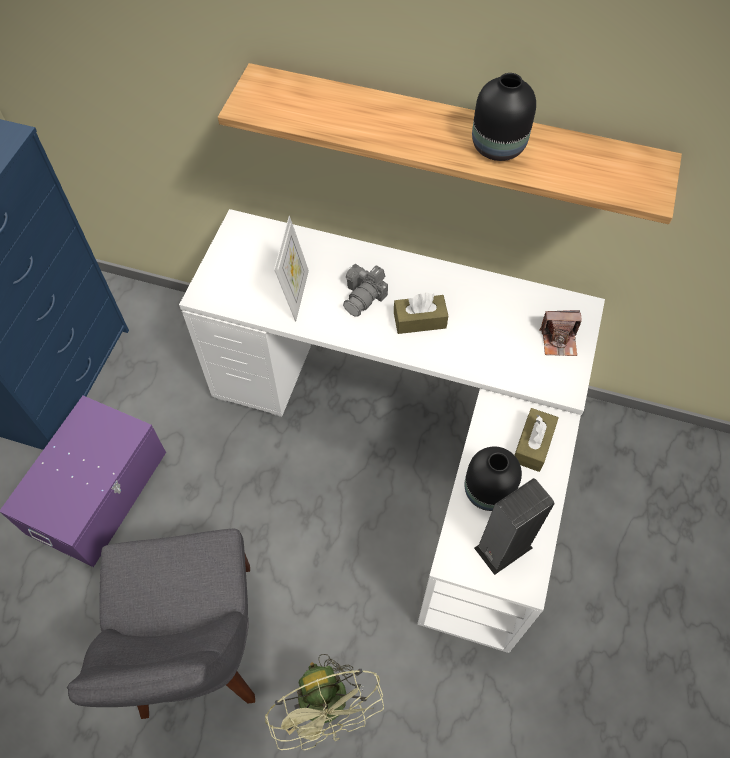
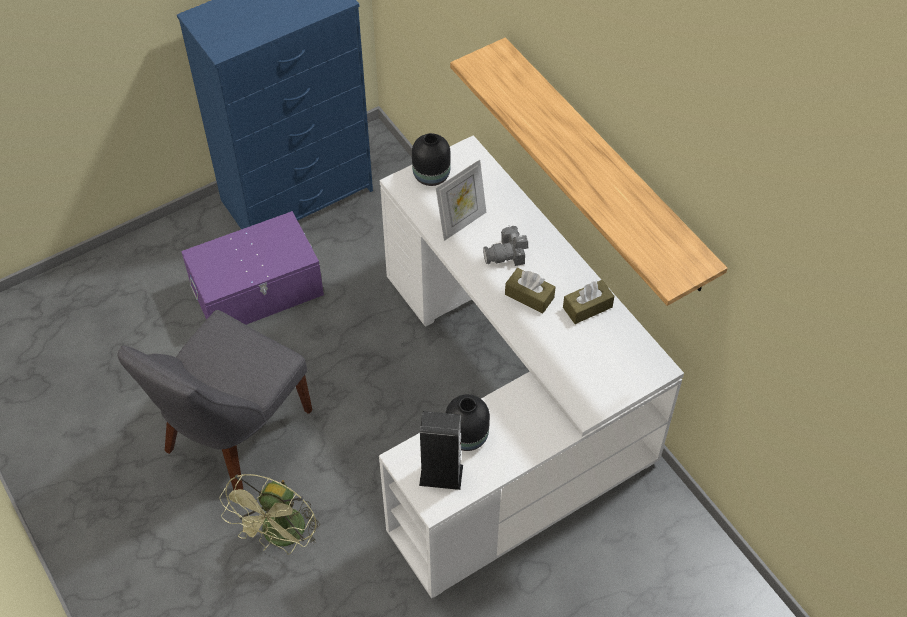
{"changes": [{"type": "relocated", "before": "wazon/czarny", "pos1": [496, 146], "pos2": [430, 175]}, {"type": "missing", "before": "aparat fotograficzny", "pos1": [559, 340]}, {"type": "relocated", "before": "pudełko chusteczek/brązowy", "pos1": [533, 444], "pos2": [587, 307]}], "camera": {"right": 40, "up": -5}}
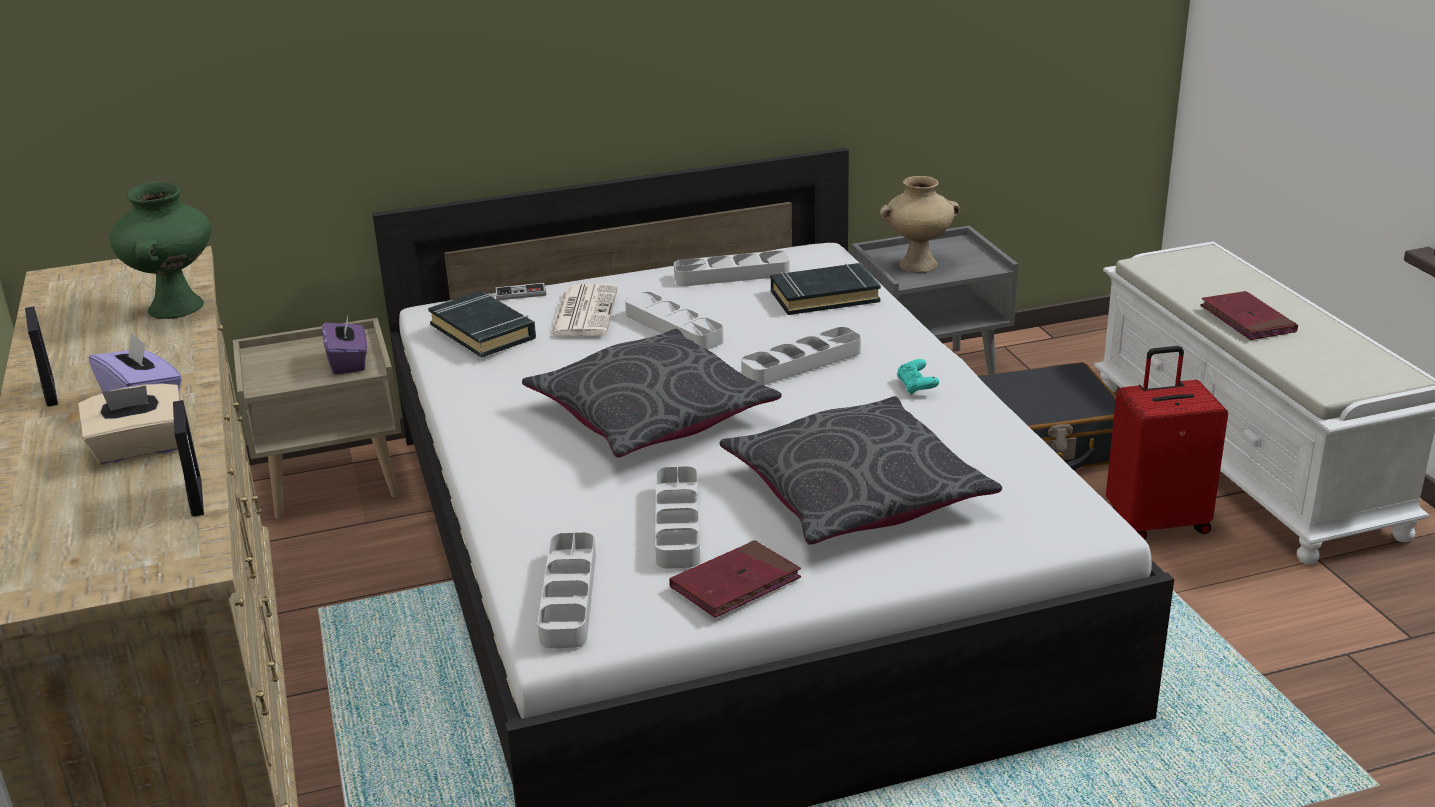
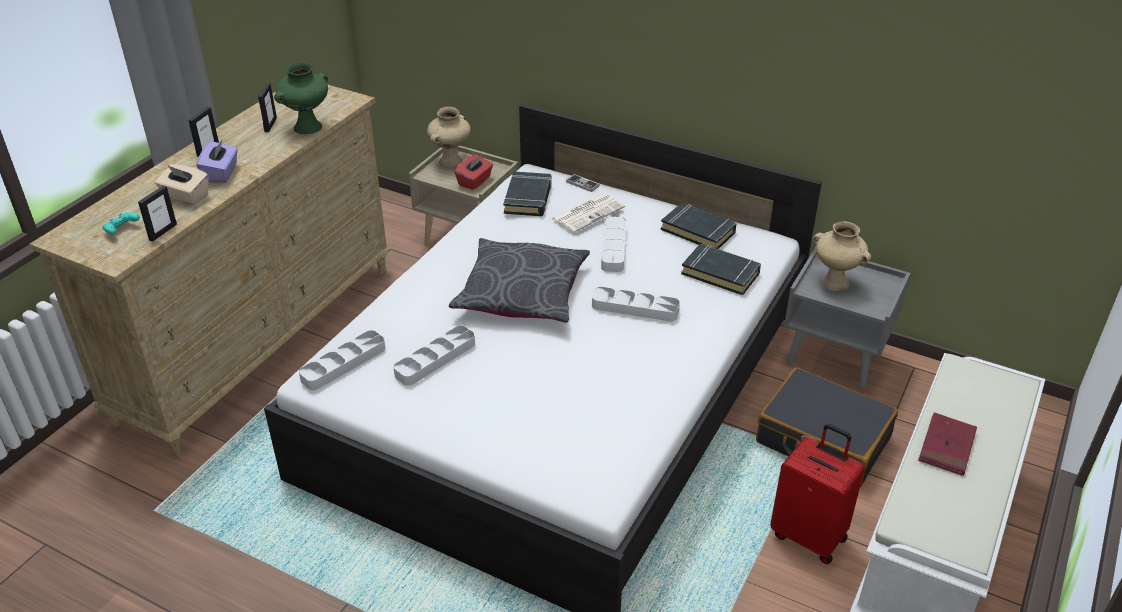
{"changes": [{"type": "exchanged", "before": "taca/szary", "after": "książka/czarny", "pos1": [732, 275], "pos2": [698, 231]}, {"type": "colour", "before": "pudełko chusteczek/fioletowy", "after": "pudełko chusteczek/czerwony", "pos1": [348, 362], "pos2": [475, 181]}, {"type": "relocated", "before": "pad do gier/turkusowy", "pos1": [916, 387], "pos2": [122, 230]}, {"type": "missing", "before": "poduszka/szary", "pos1": [855, 493]}, {"type": "missing", "before": "książka/czerwony", "pos1": [735, 584]}, {"type": "appeared", "after": "ramka na zdjęcie", "pos2": [270, 125]}, {"type": "appeared", "after": "wazon/beżowy", "pos2": [451, 162]}], "camera": {"right": 45, "up": 10}}
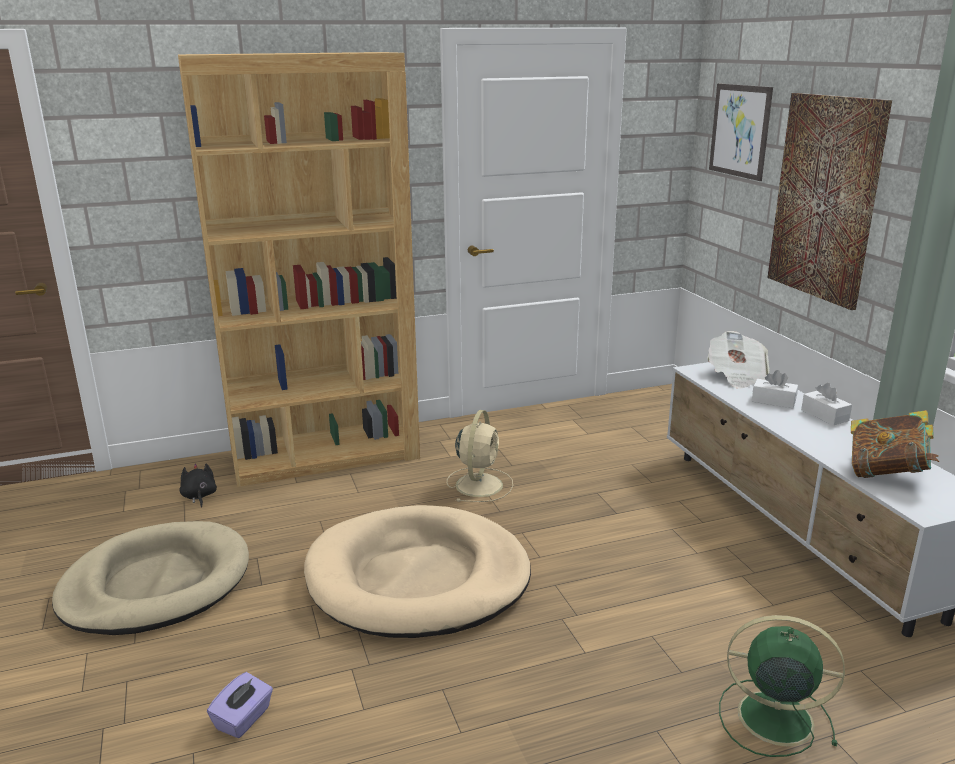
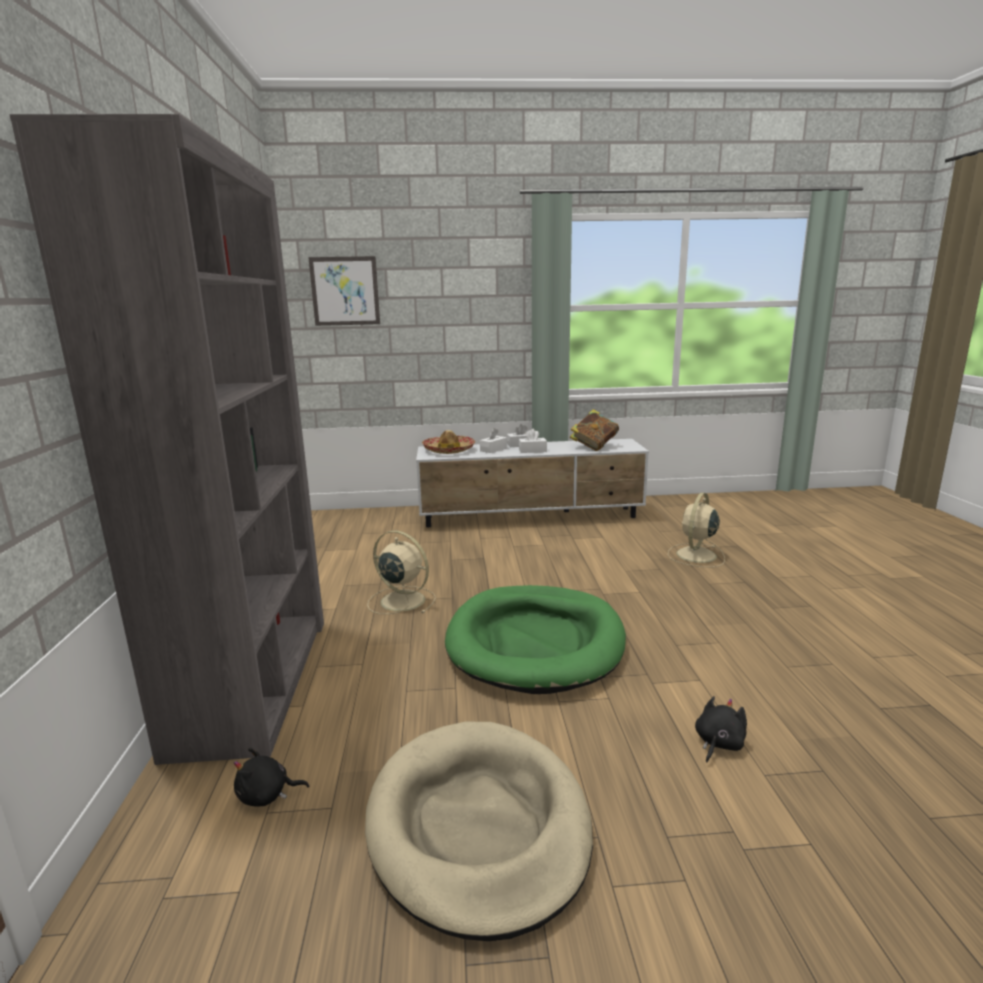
{"changes": [{"type": "colour", "before": "regał/brązowy", "after": "regał/szary", "pos1": [326, 455], "pos2": [254, 681]}, {"type": "missing", "before": "obraz", "pos1": [825, 198]}, {"type": "exchanged", "before": "gazeta", "after": "kapelusz", "pos1": [736, 376], "pos2": [448, 450]}, {"type": "colour", "before": "legowisko/beżowy", "after": "legowisko/zielony", "pos1": [418, 578], "pos2": [535, 642]}, {"type": "colour", "before": "wentylator/zielony", "after": "wentylator/beżowy", "pos1": [771, 717], "pos2": [695, 555]}, {"type": "exchanged", "before": "pudełko chusteczek/fioletowy", "after": "pluszak/czarny", "pos1": [243, 719], "pos2": [718, 743]}, {"type": "appeared", "after": "pudełko chusteczek/biały", "pos2": [532, 451]}], "camera": {"right": -75, "up": -5}}
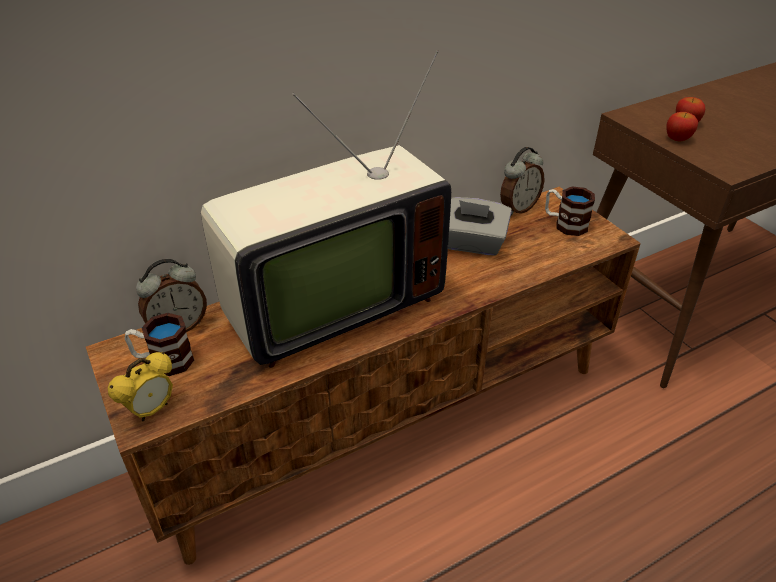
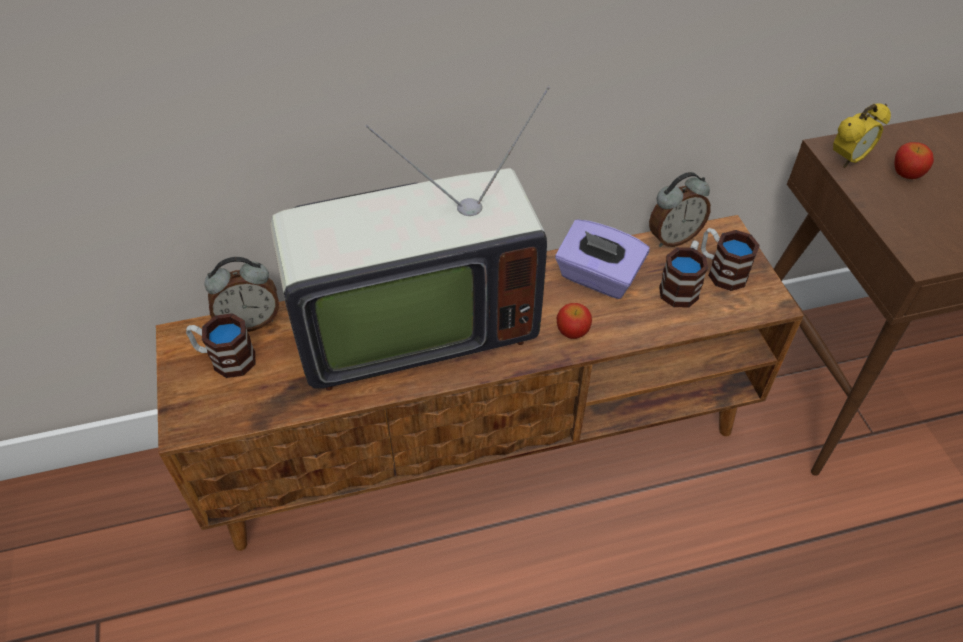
{"changes": [{"type": "relocated", "before": "jabłko", "pos1": [677, 138], "pos2": [572, 332]}, {"type": "colour", "before": "pudełko chusteczek/szary", "after": "pudełko chusteczek/fioletowy", "pos1": [471, 244], "pos2": [597, 277]}, {"type": "relocated", "before": "budzik", "pos1": [152, 410], "pos2": [848, 160]}, {"type": "appeared", "after": "kubek", "pos2": [681, 286]}], "camera": {"right": 15, "up": 10}}
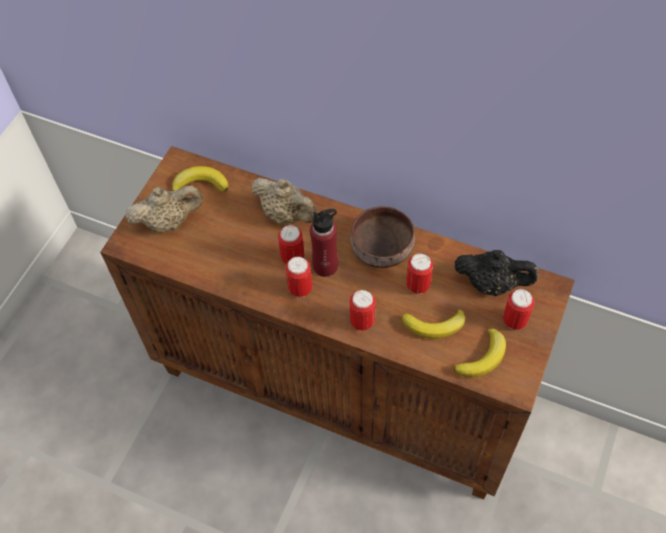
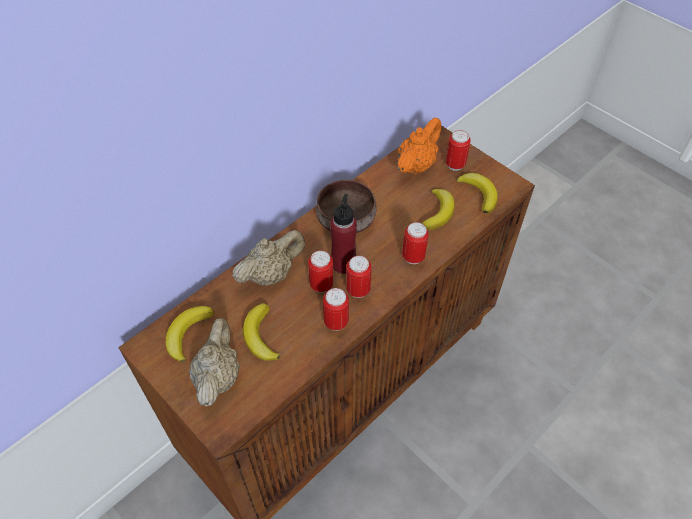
{"changes": [{"type": "colour", "before": "imbryk/czarny", "after": "imbryk/pomarańczowy", "pos1": [492, 284], "pos2": [416, 165]}, {"type": "relocated", "before": "puszka", "pos1": [418, 285], "pos2": [336, 322]}, {"type": "appeared", "after": "banan", "pos2": [260, 336]}], "camera": {"right": -70, "up": -5}}
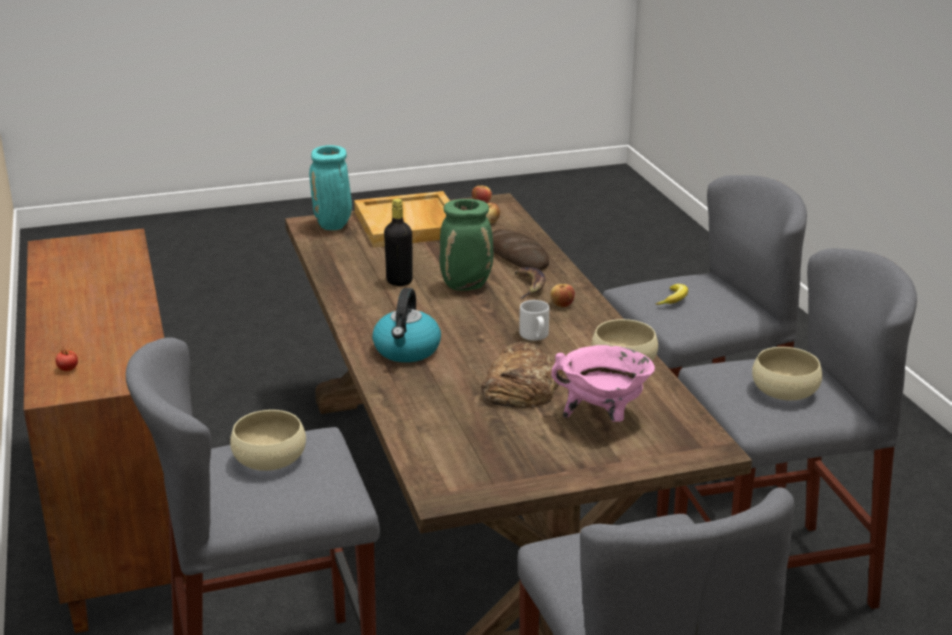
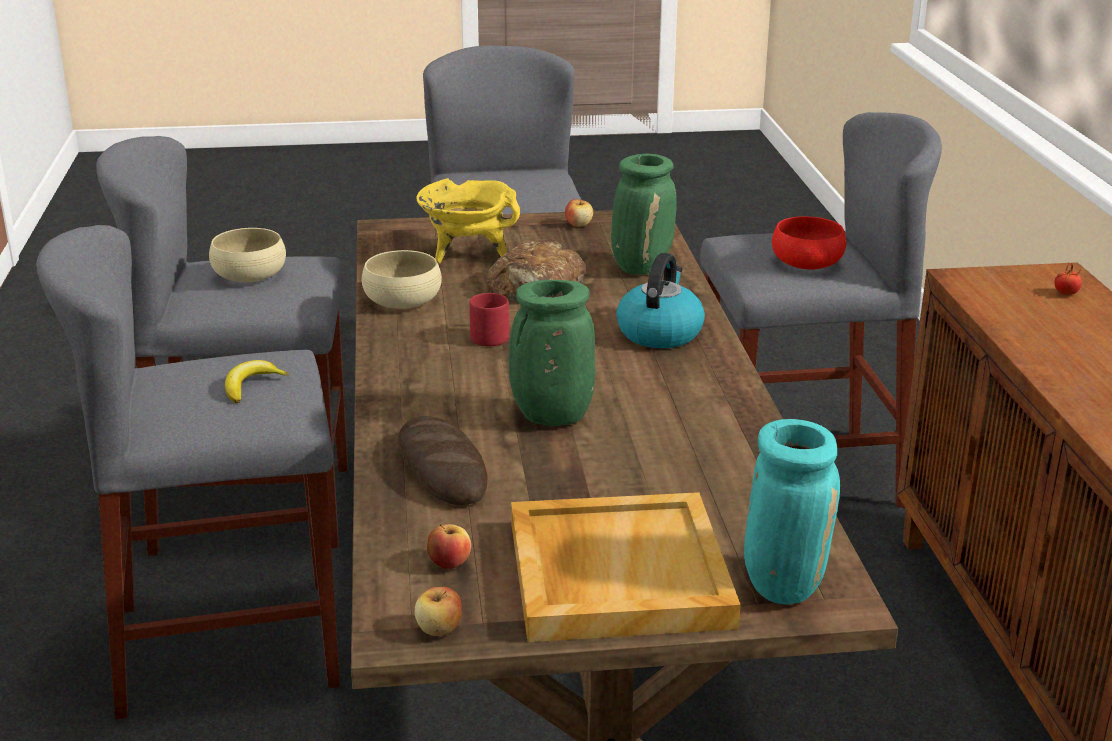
{"changes": [{"type": "missing", "before": "butelka/czarny", "pos1": [399, 281]}, {"type": "missing", "before": "banan", "pos1": [529, 286]}, {"type": "relocated", "before": "jabłko", "pos1": [562, 305], "pos2": [579, 225]}, {"type": "colour", "before": "kubek/szary", "after": "kubek/czerwony", "pos1": [535, 336], "pos2": [489, 336]}, {"type": "colour", "before": "garnek/różowy", "after": "garnek/żółty", "pos1": [603, 418], "pos2": [467, 254]}, {"type": "colour", "before": "miska/beżowy", "after": "miska/czerwony", "pos1": [269, 459], "pos2": [807, 262]}, {"type": "appeared", "after": "wazon/zielony", "pos2": [641, 267]}], "camera": {"right": -170, "up": 0}}
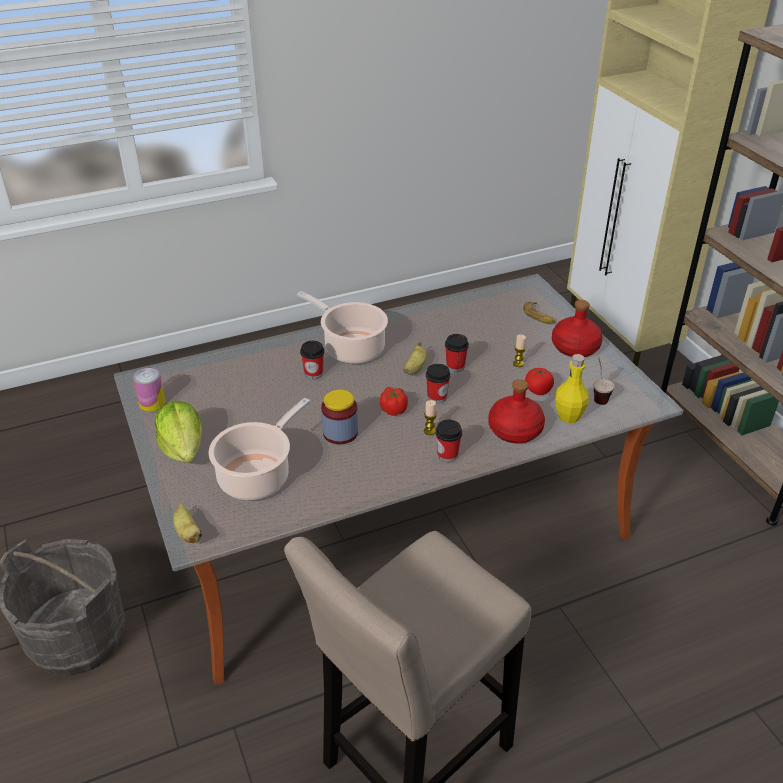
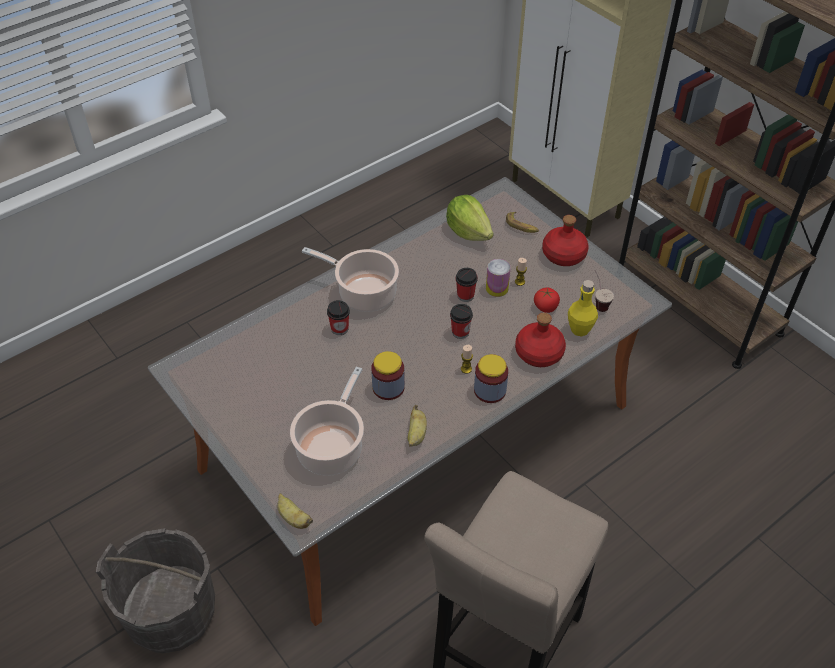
{"changes": [{"type": "relocated", "before": "banan", "pos1": [415, 369], "pos2": [416, 434]}, {"type": "relocated", "before": "puszka", "pos1": [152, 403], "pos2": [497, 288]}, {"type": "missing", "before": "pomidor", "pos1": [393, 409]}, {"type": "relocated", "before": "sałata", "pos1": [183, 448], "pos2": [468, 231]}, {"type": "exchanged", "before": "filiżanka", "after": "słoik", "pos1": [447, 455], "pos2": [490, 390]}], "camera": {"right": -15, "up": 10}}
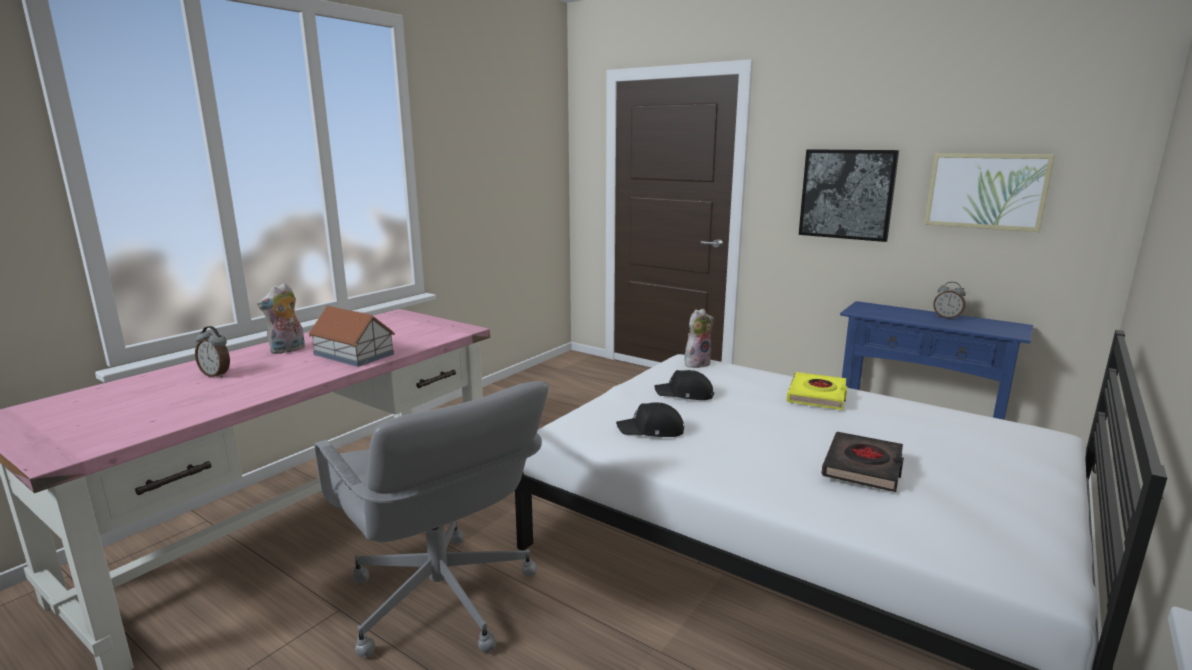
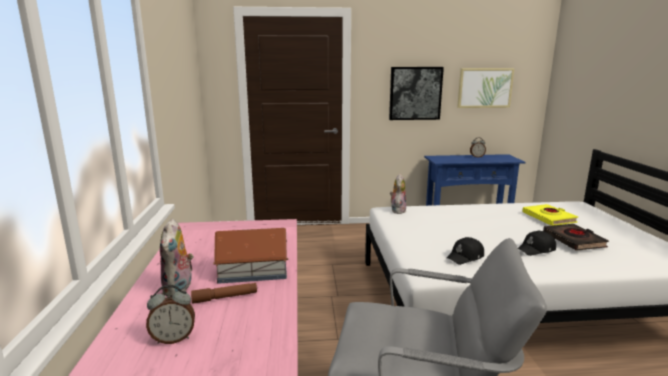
{"changes": [{"type": "relocated", "before": "czapka z daszkiem/czarny", "pos1": [685, 394], "pos2": [536, 249]}, {"type": "relocated", "before": "książka/żółty", "pos1": [817, 395], "pos2": [549, 218]}, {"type": "appeared", "after": "latarka/brązowy", "pos2": [225, 297]}], "camera": {"right": -40, "up": 0}}
